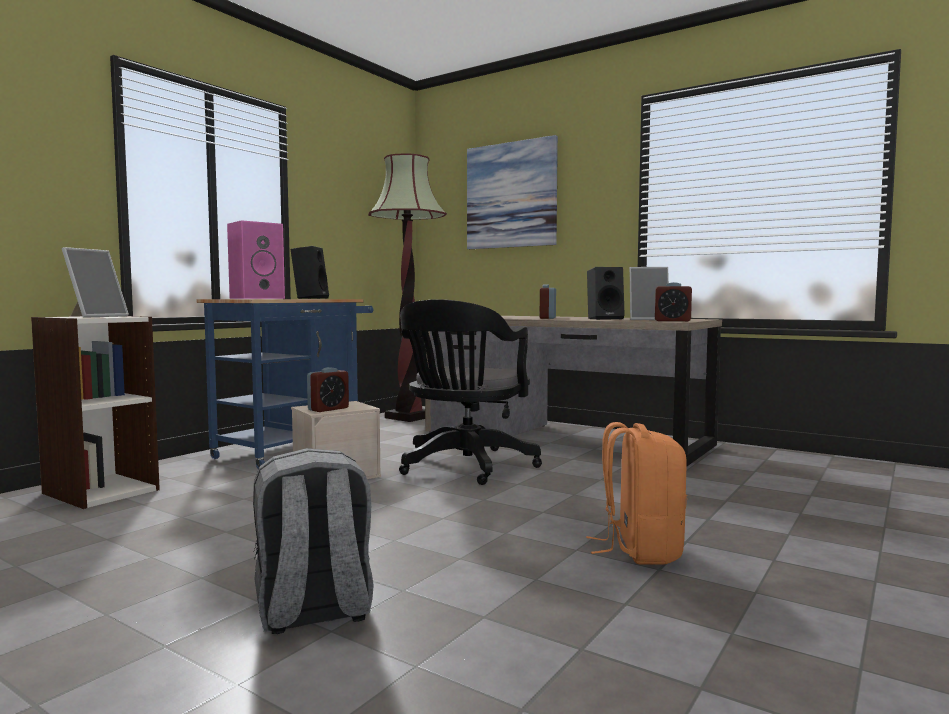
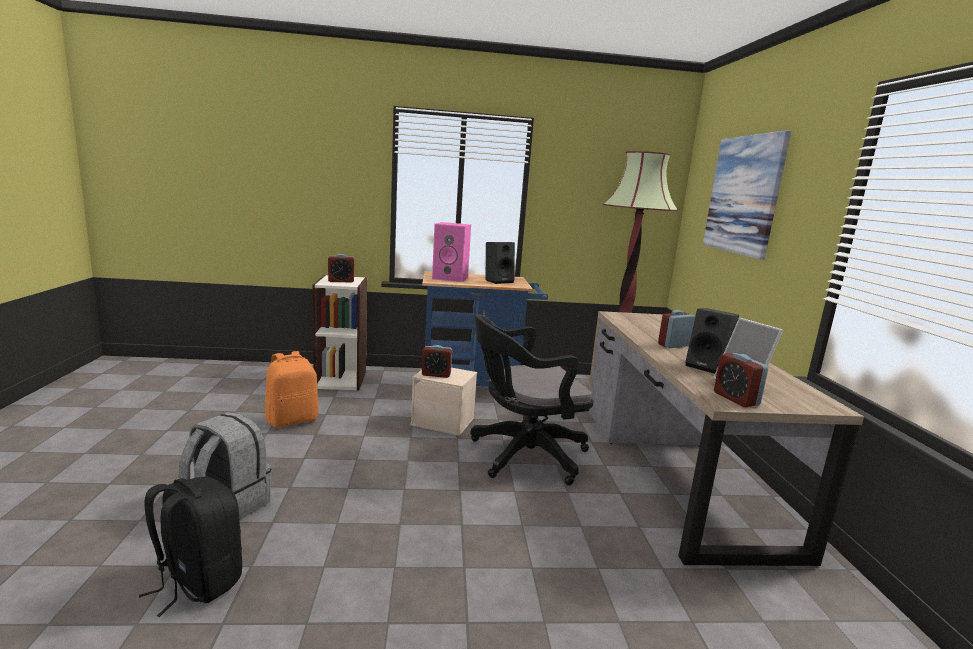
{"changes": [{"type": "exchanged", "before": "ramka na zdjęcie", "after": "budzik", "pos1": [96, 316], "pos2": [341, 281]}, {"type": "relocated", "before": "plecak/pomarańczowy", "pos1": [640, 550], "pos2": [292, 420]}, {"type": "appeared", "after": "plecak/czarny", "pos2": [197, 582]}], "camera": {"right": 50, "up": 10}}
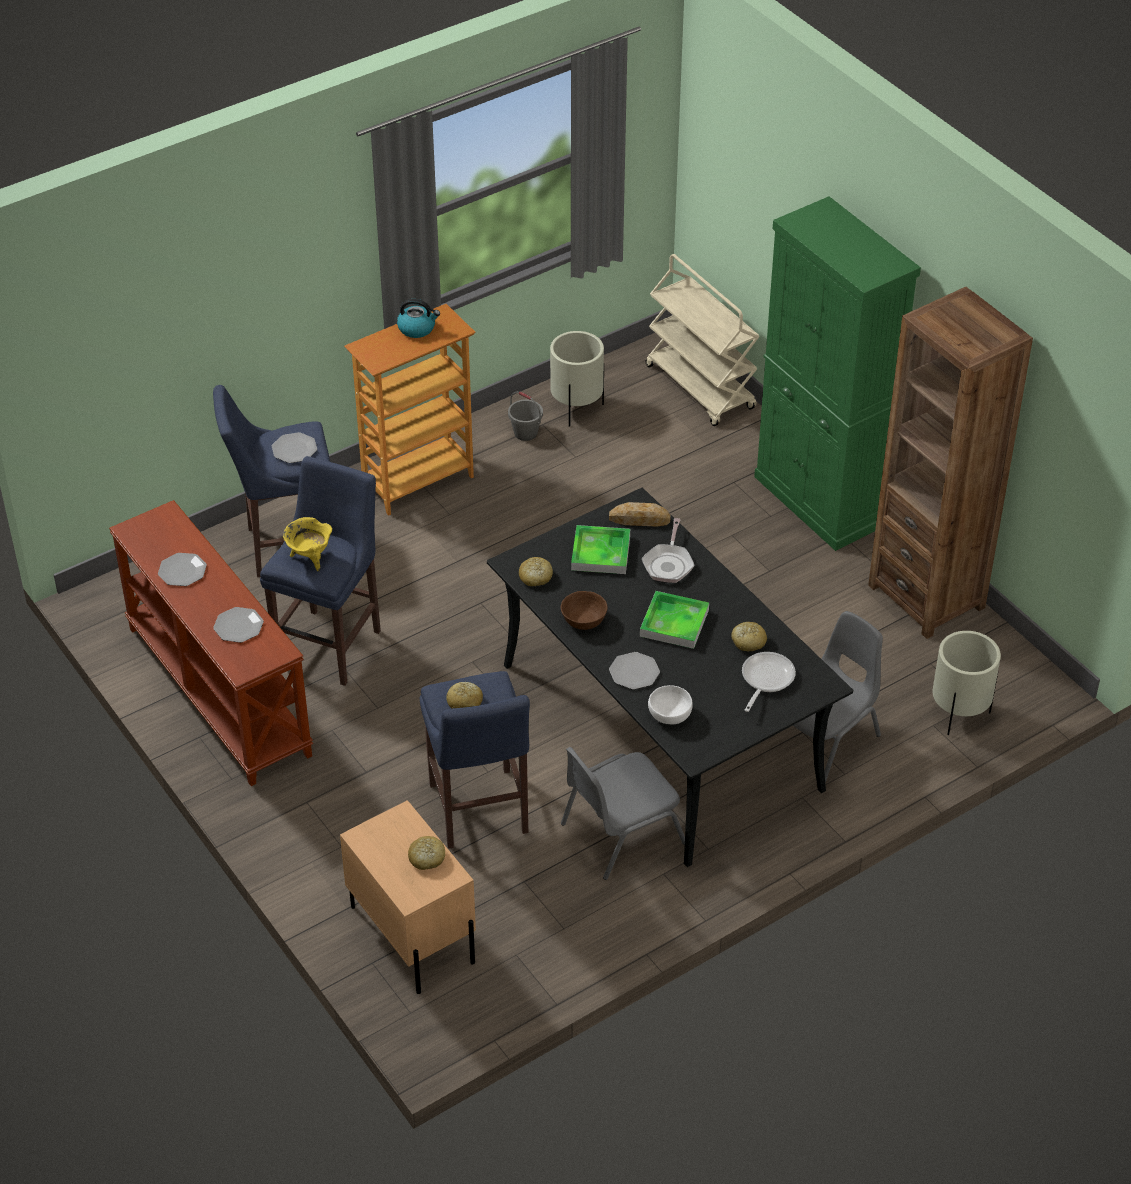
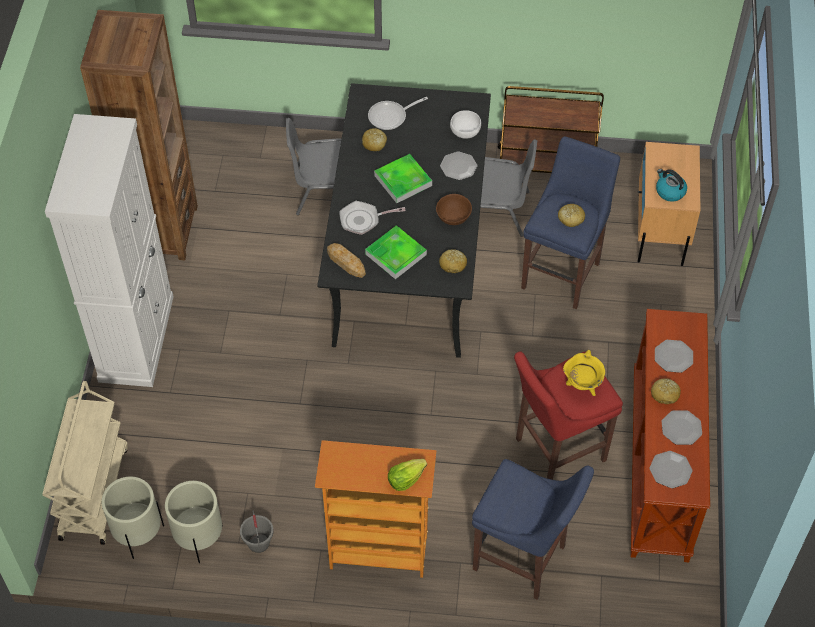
{"changes": [{"type": "colour", "before": "szafka/zielony", "after": "szafka/biały", "pos1": [819, 501], "pos2": [136, 338]}, {"type": "relocated", "before": "czajnik", "pos1": [417, 328], "pos2": [669, 191]}, {"type": "relocated", "before": "talerz", "pos1": [294, 449], "pos2": [670, 470]}, {"type": "colour", "before": "stołek/niebieski", "after": "stołek/czerwony", "pos1": [332, 643], "pos2": [556, 451]}, {"type": "spun", "before": "patelnia", "pos1": [668, 564], "pos2": [363, 220], "turn": -150}, {"type": "relocated", "before": "donica/beżowy", "pos1": [958, 714], "pos2": [138, 535]}, {"type": "relocated", "before": "chleb", "pos1": [427, 858], "pos2": [665, 394]}, {"type": "appeared", "after": "wózek/brązowy", "pos2": [546, 164]}, {"type": "appeared", "after": "sałata", "pos2": [405, 479]}], "camera": {"right": -140, "up": 10}}
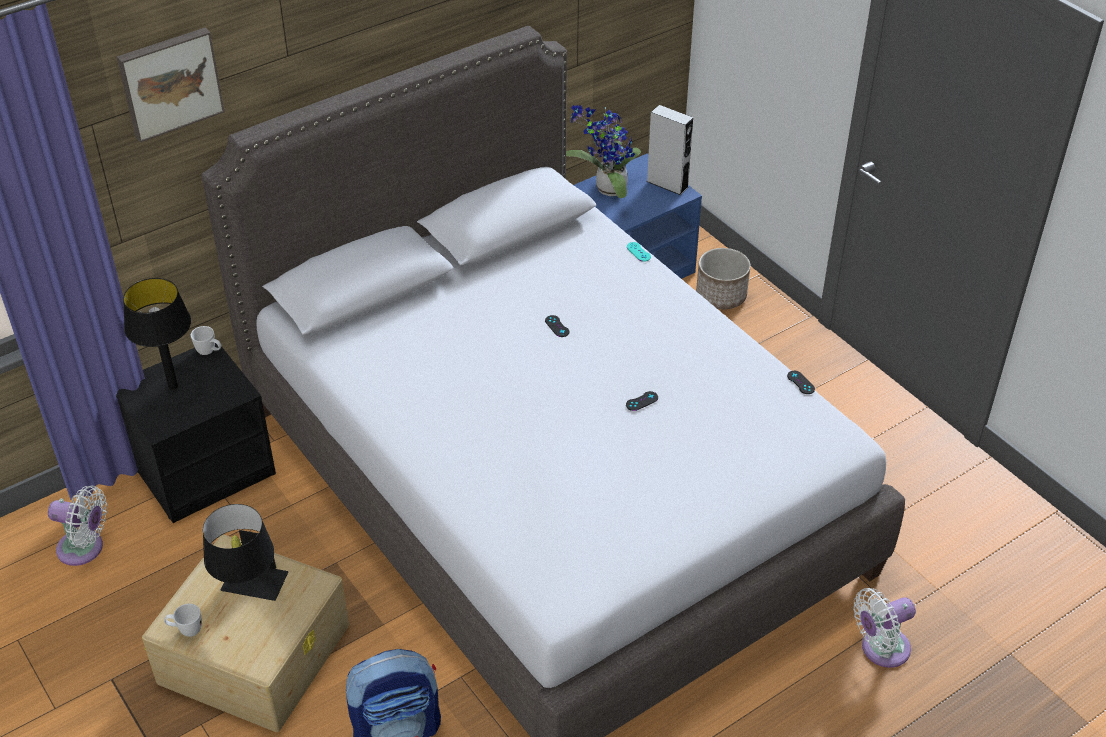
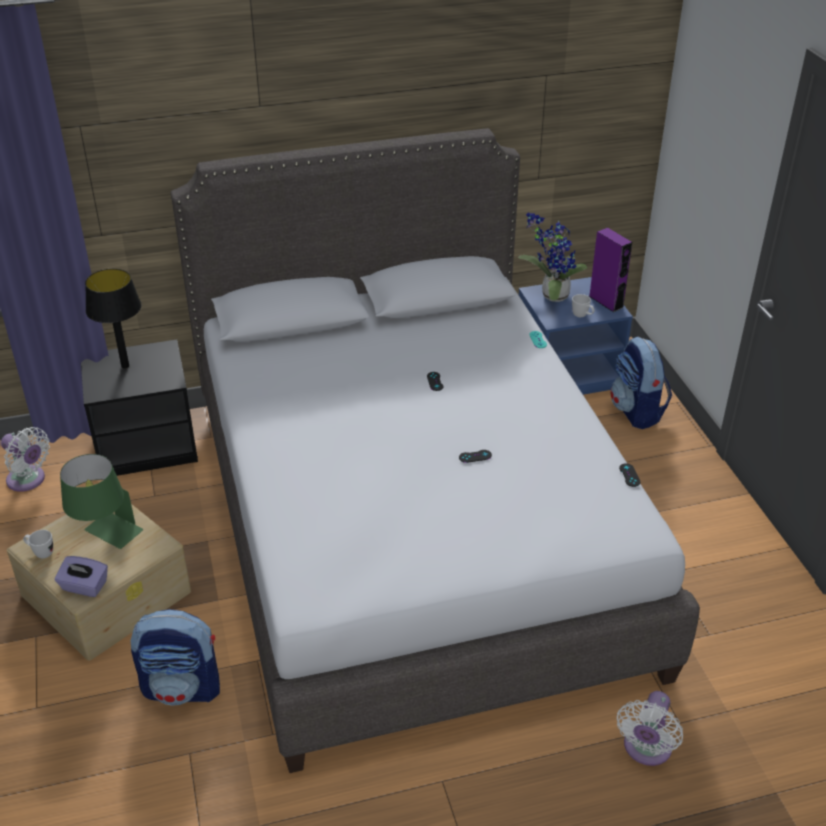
{"changes": [{"type": "missing", "before": "obraz", "pos1": [169, 82]}, {"type": "colour", "before": "głośnik/szary", "after": "głośnik/fioletowy", "pos1": [667, 184], "pos2": [606, 301]}, {"type": "exchanged", "before": "donica", "after": "plecak", "pos1": [721, 296], "pos2": [637, 411]}, {"type": "relocated", "before": "kubek/biały", "pos1": [209, 352], "pos2": [582, 316]}, {"type": "colour", "before": "lampa stołowa/czarny", "after": "lampa stołowa/zielony", "pos1": [250, 591], "pos2": [106, 536]}, {"type": "spun", "before": "wentylator/biały", "pos1": [880, 649], "pos2": [646, 749], "turn": -60}, {"type": "appeared", "after": "pudełko chusteczek/fioletowy", "pos2": [84, 587]}], "camera": {"right": 20, "up": -5}}
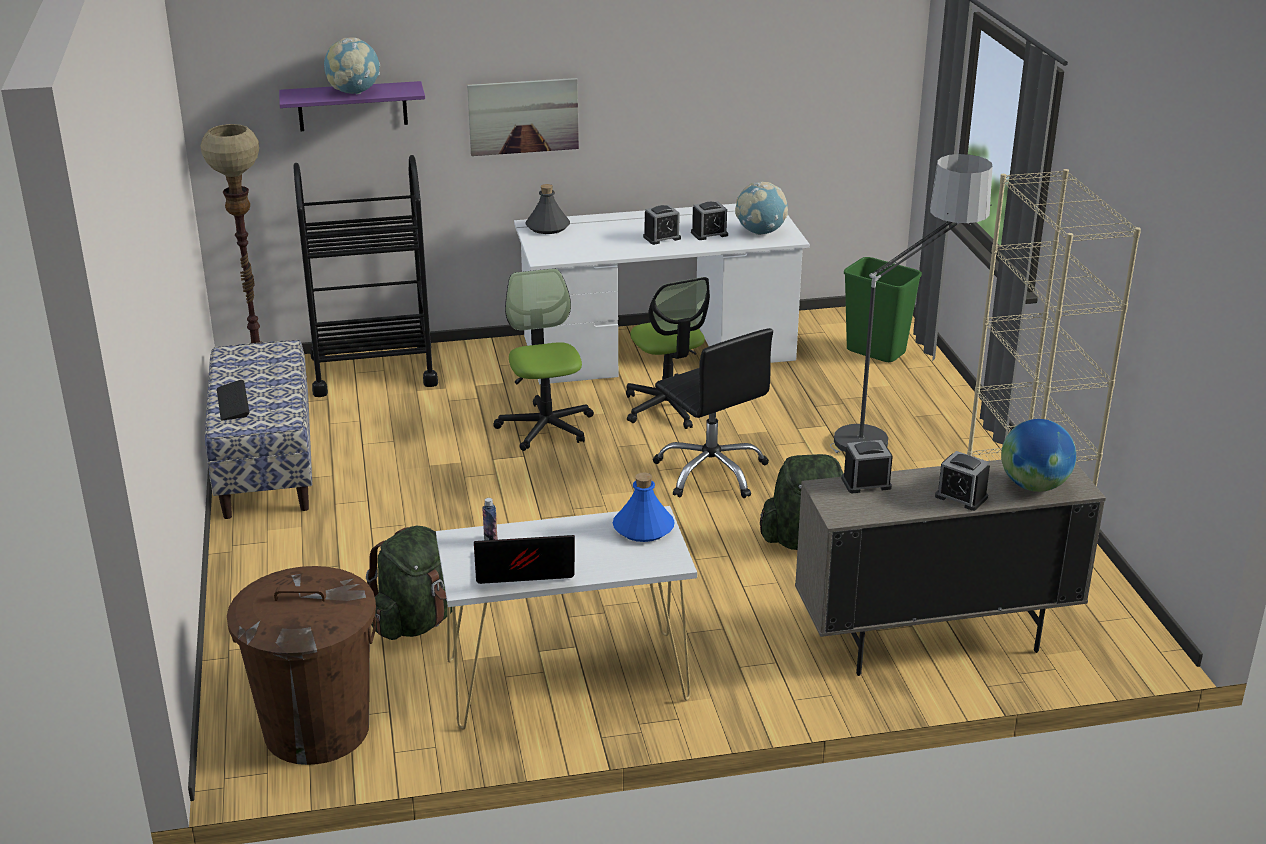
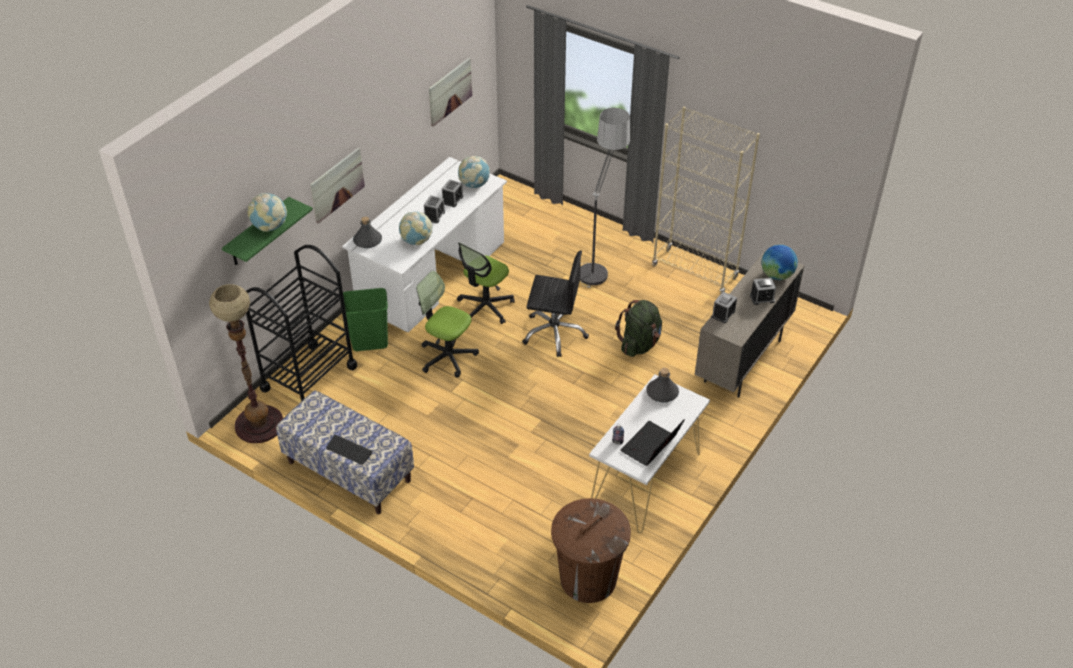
{"changes": [{"type": "colour", "before": "półka/fioletowy", "after": "półka/zielony", "pos1": [352, 106], "pos2": [258, 233]}, {"type": "relocated", "before": "kosz na śmieci/zielony", "pos1": [876, 352], "pos2": [370, 342]}, {"type": "spun", "before": "krzesło biurowe", "pos1": [669, 407], "pos2": [485, 307], "turn": 105}, {"type": "colour", "before": "butelka/niebieski", "after": "butelka/szary", "pos1": [643, 528], "pos2": [662, 392]}, {"type": "missing", "before": "plecak/zielony", "pos1": [418, 621]}, {"type": "appeared", "after": "obraz", "pos2": [450, 91]}, {"type": "appeared", "after": "globus", "pos2": [416, 241]}], "camera": {"right": -45, "up": 15}}
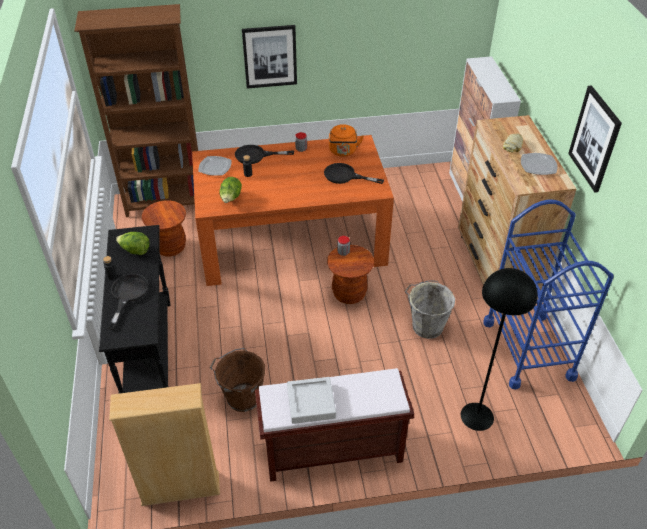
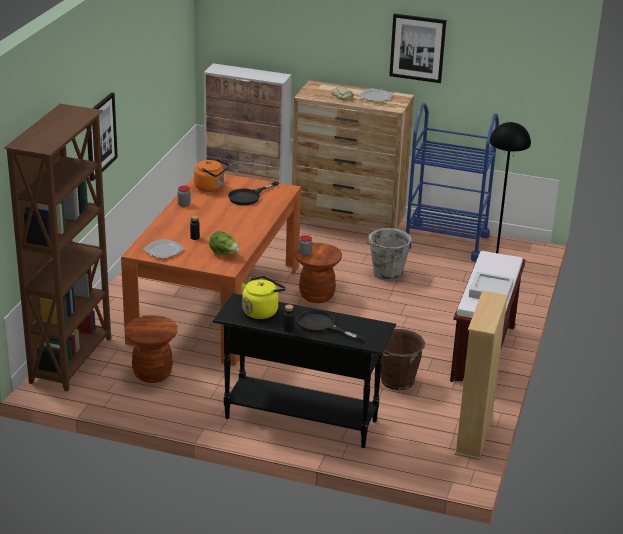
{"changes": [{"type": "missing", "before": "patelnia/czarny", "pos1": [256, 156]}, {"type": "exchanged", "before": "sałata", "after": "czajnik/żółty", "pos1": [135, 251], "pos2": [261, 311]}], "camera": {"right": -65, "up": -15}}
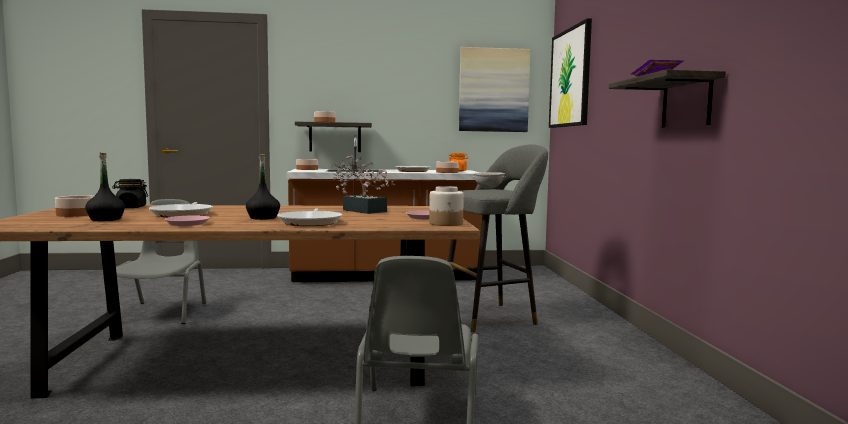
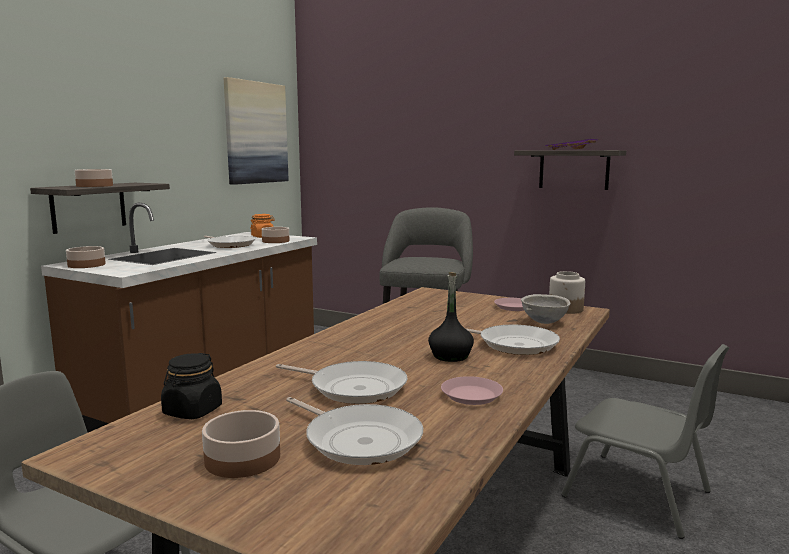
{"changes": [{"type": "missing", "before": "obraz", "pos1": [570, 78]}, {"type": "exchanged", "before": "butelka/czarny", "after": "patelnia", "pos1": [106, 219], "pos2": [359, 439]}, {"type": "missing", "before": "roślina doniczkowa", "pos1": [361, 210]}, {"type": "relocated", "before": "miska/szary", "pos1": [488, 188], "pos2": [545, 322]}], "camera": {"right": -55, "up": 5}}
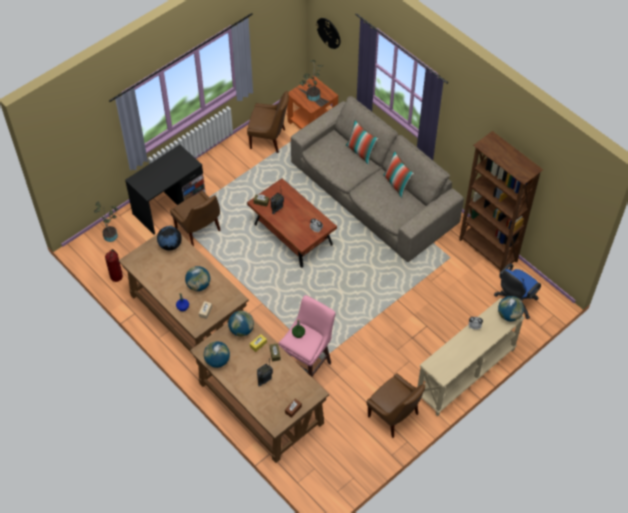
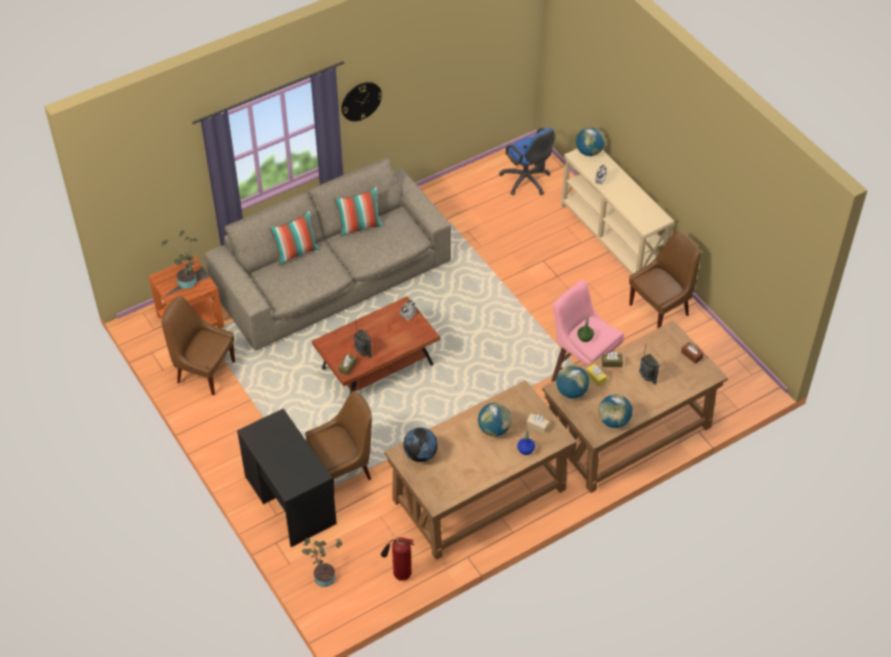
{"changes": [{"type": "relocated", "before": "zegar ścienny", "pos1": [328, 32], "pos2": [361, 101]}, {"type": "spun", "before": "krzesło/brązowy", "pos1": [269, 139], "pos2": [204, 371], "turn": -90}, {"type": "missing", "before": "regał/brązowy", "pos1": [488, 251]}], "camera": {"right": -80, "up": -5}}
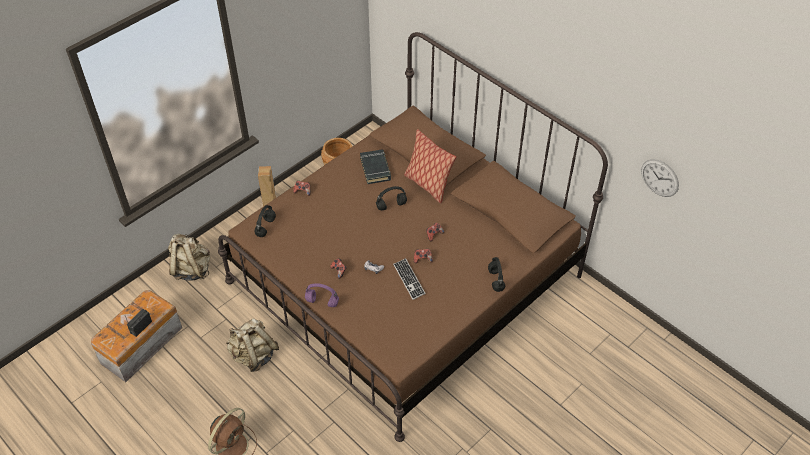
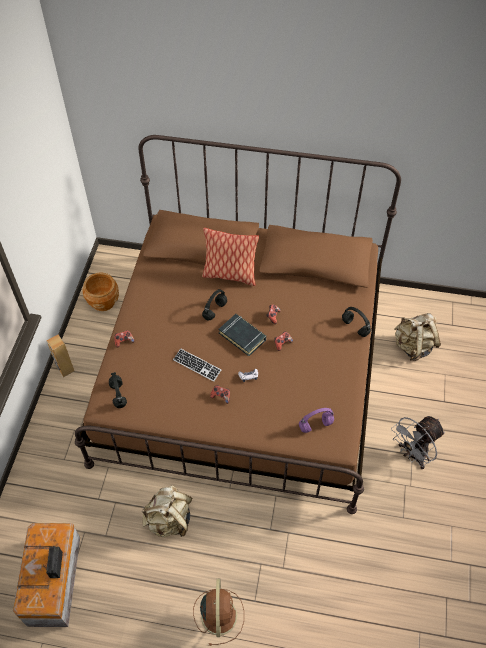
{"changes": [{"type": "relocated", "before": "książka/czarny", "pos1": [375, 169], "pos2": [242, 336]}, {"type": "missing", "before": "zegar ścienny", "pos1": [659, 178]}, {"type": "relocated", "before": "plecak/beżowy", "pos1": [191, 269], "pos2": [413, 346]}, {"type": "relocated", "before": "klawiatura", "pos1": [409, 279], "pos2": [197, 365]}, {"type": "relocated", "before": "słuchawki/fioletowy", "pos1": [321, 302], "pos2": [315, 425]}, {"type": "appeared", "after": "wentylator/szary", "pos2": [412, 455]}], "camera": {"right": -35, "up": 5}}
